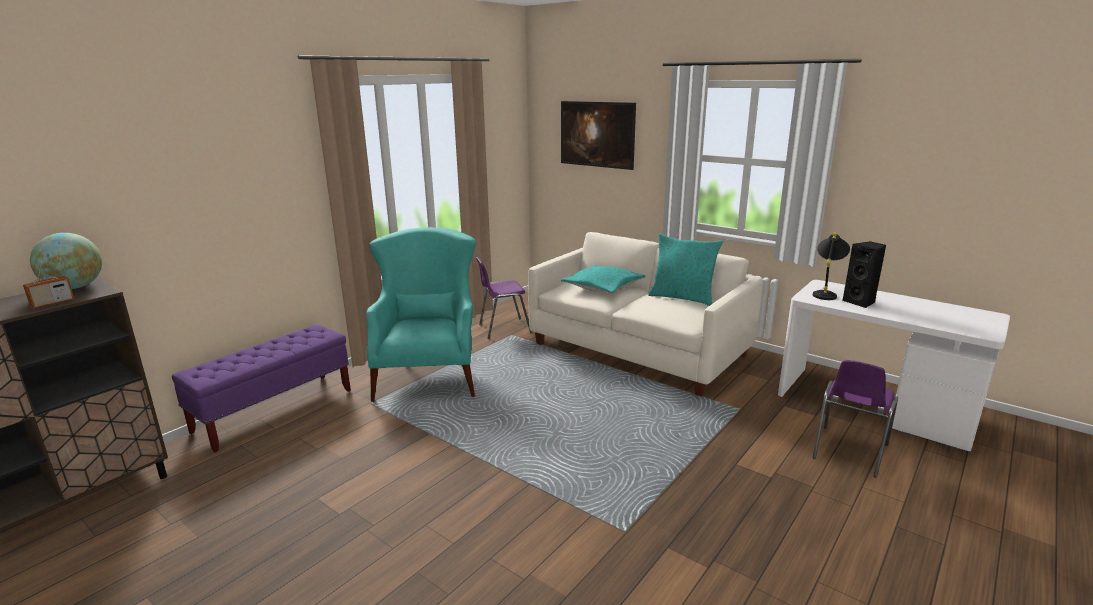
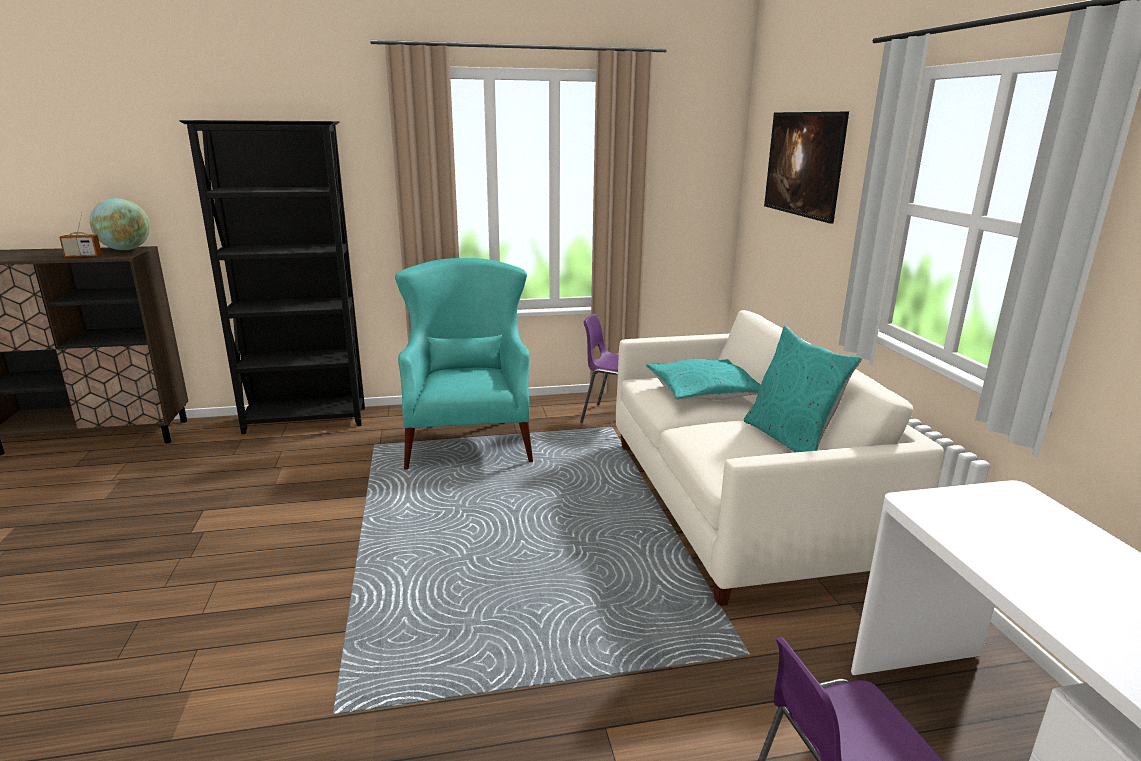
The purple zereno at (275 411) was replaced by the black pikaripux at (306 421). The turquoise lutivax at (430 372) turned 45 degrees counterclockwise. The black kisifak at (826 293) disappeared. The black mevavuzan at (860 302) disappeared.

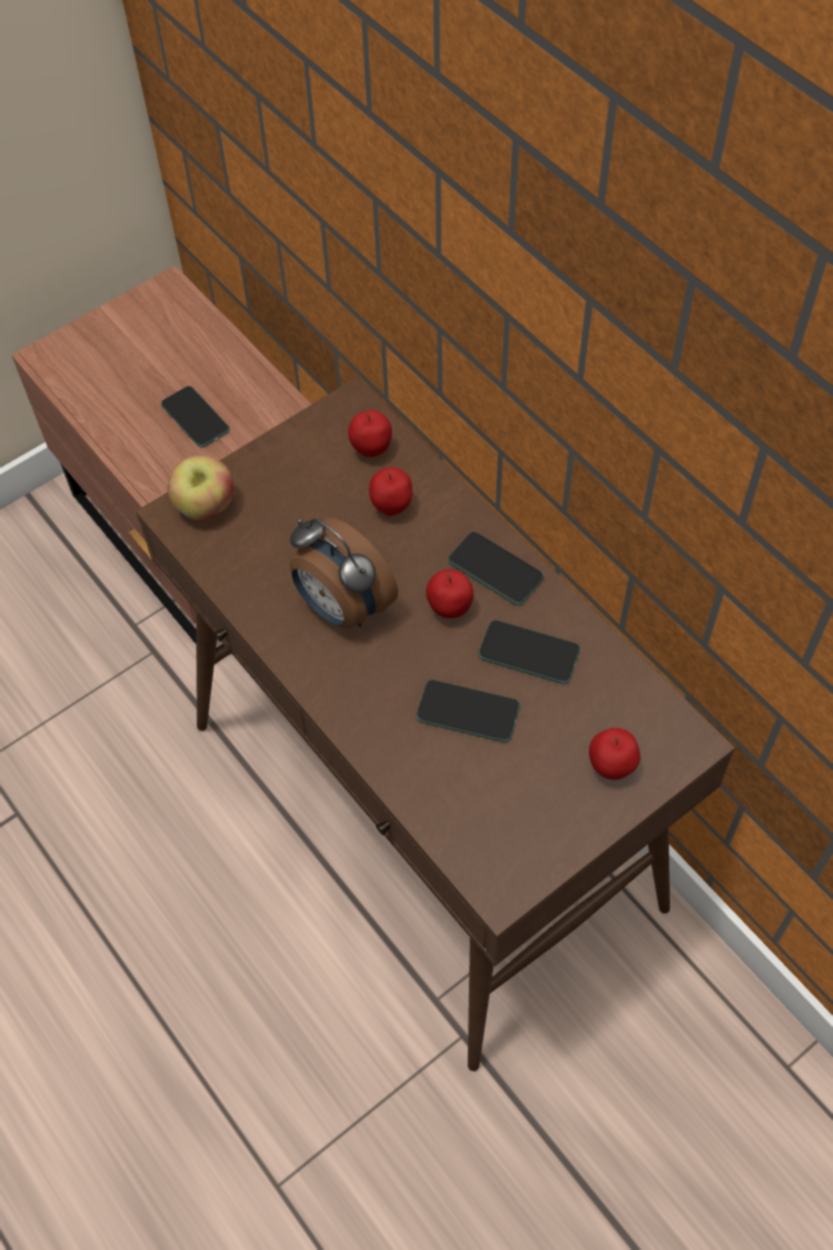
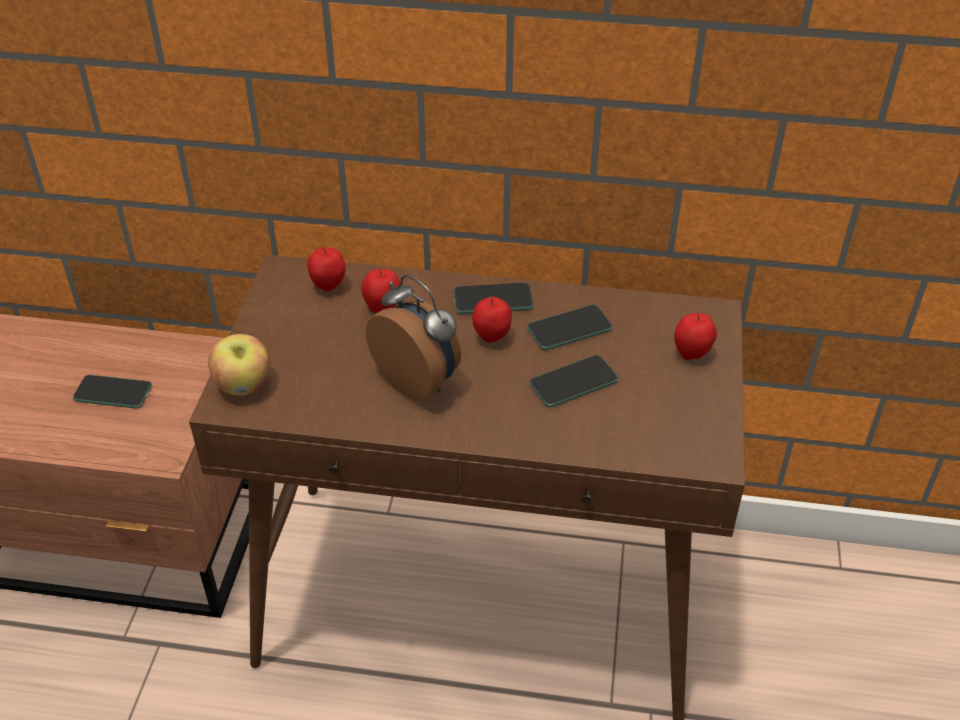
The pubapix at (342 607) turned 135 degrees counterclockwise.

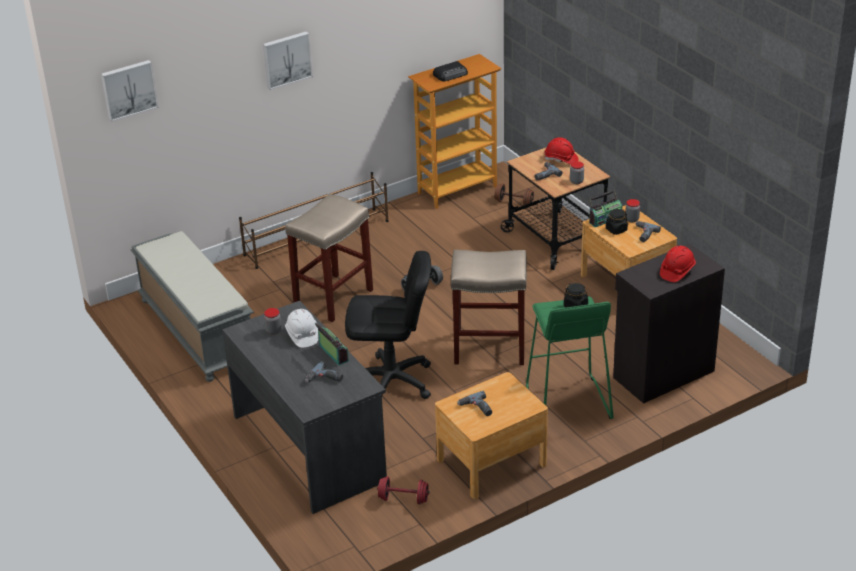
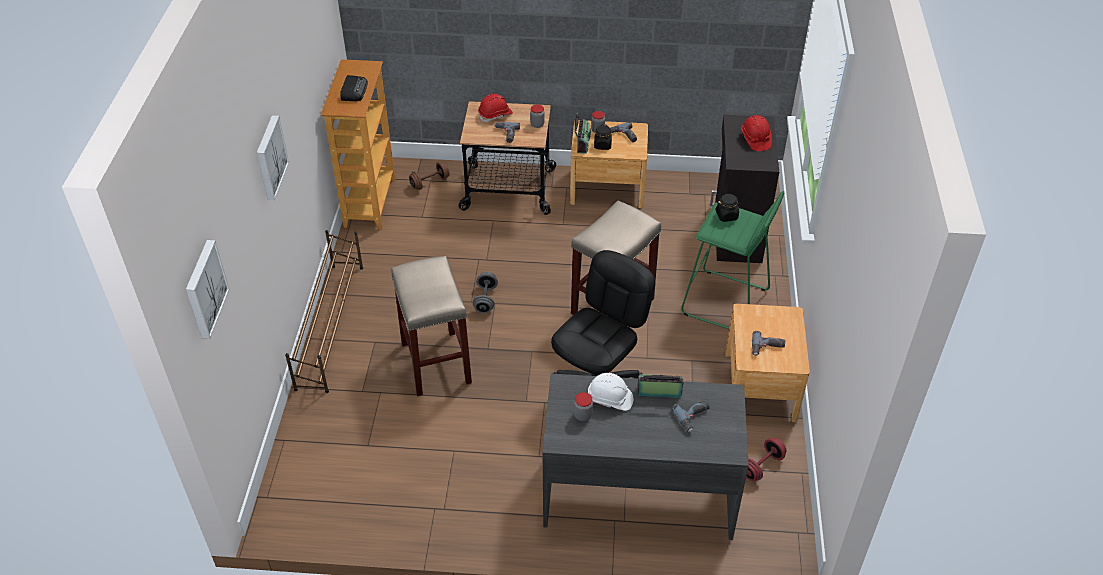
The grey zereno at (196 331) disappeared.

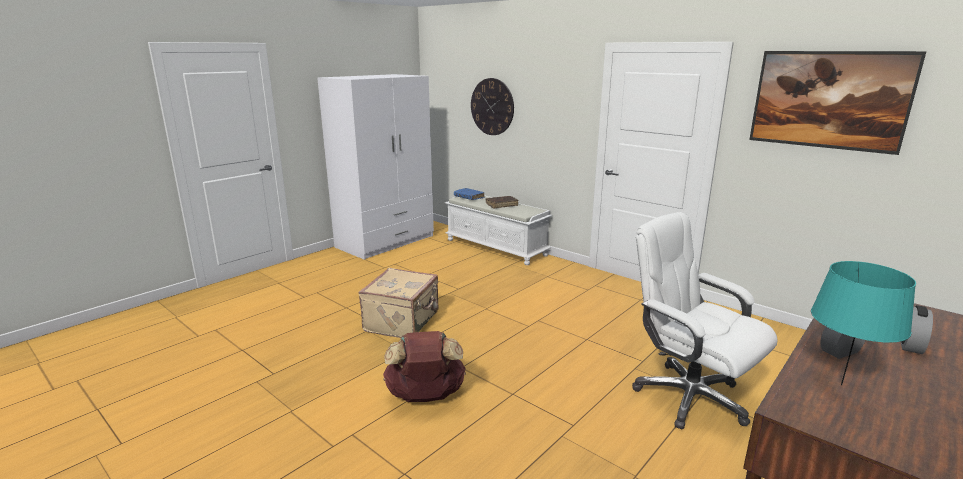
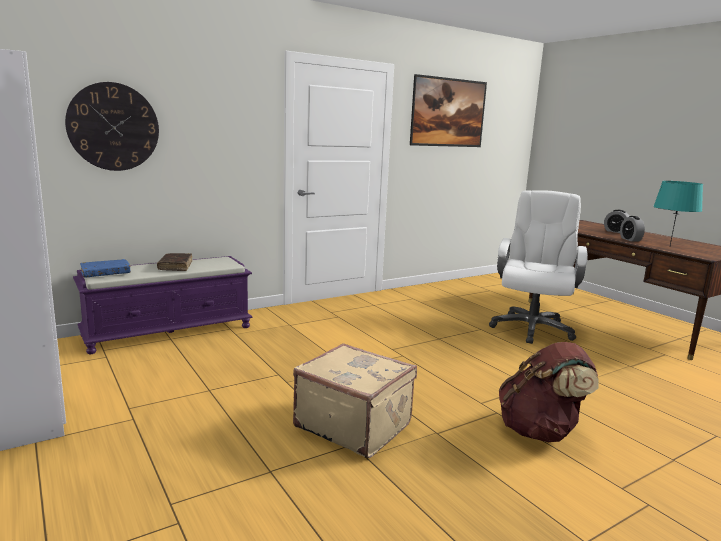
The white zereno at (497 247) became the purple zereno at (169 331). The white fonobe at (689 396) turned 135 degrees clockwise.

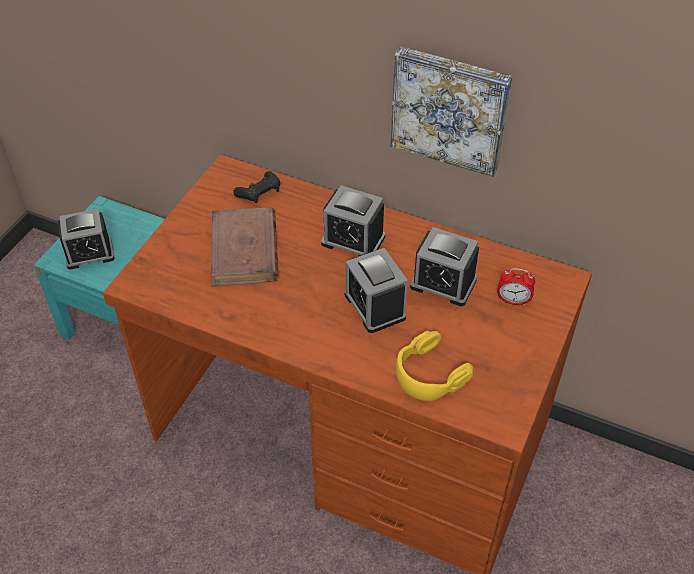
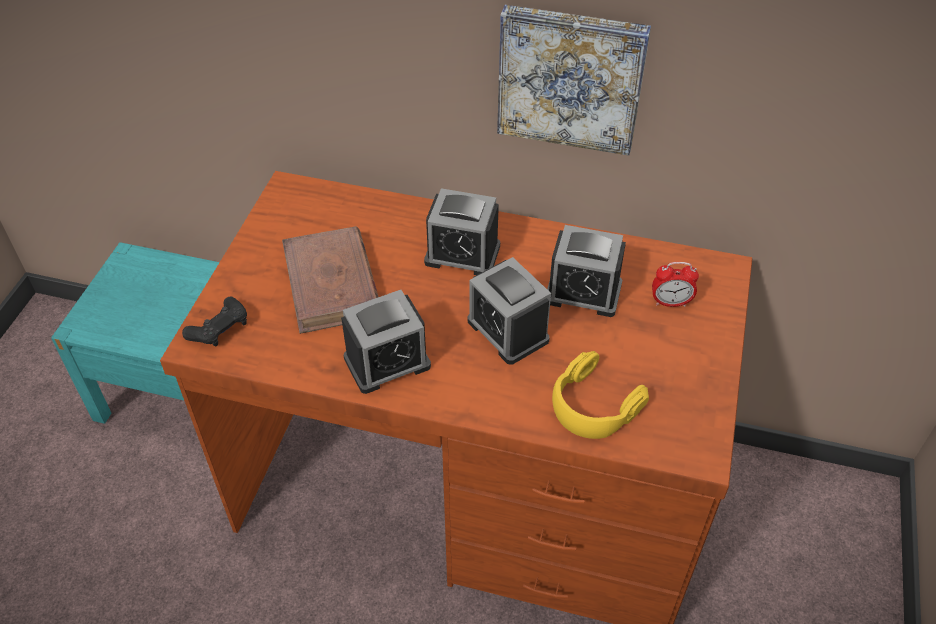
The pubapix moved from (89 253) to (387 362). The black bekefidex moved from (259 192) to (219 329).

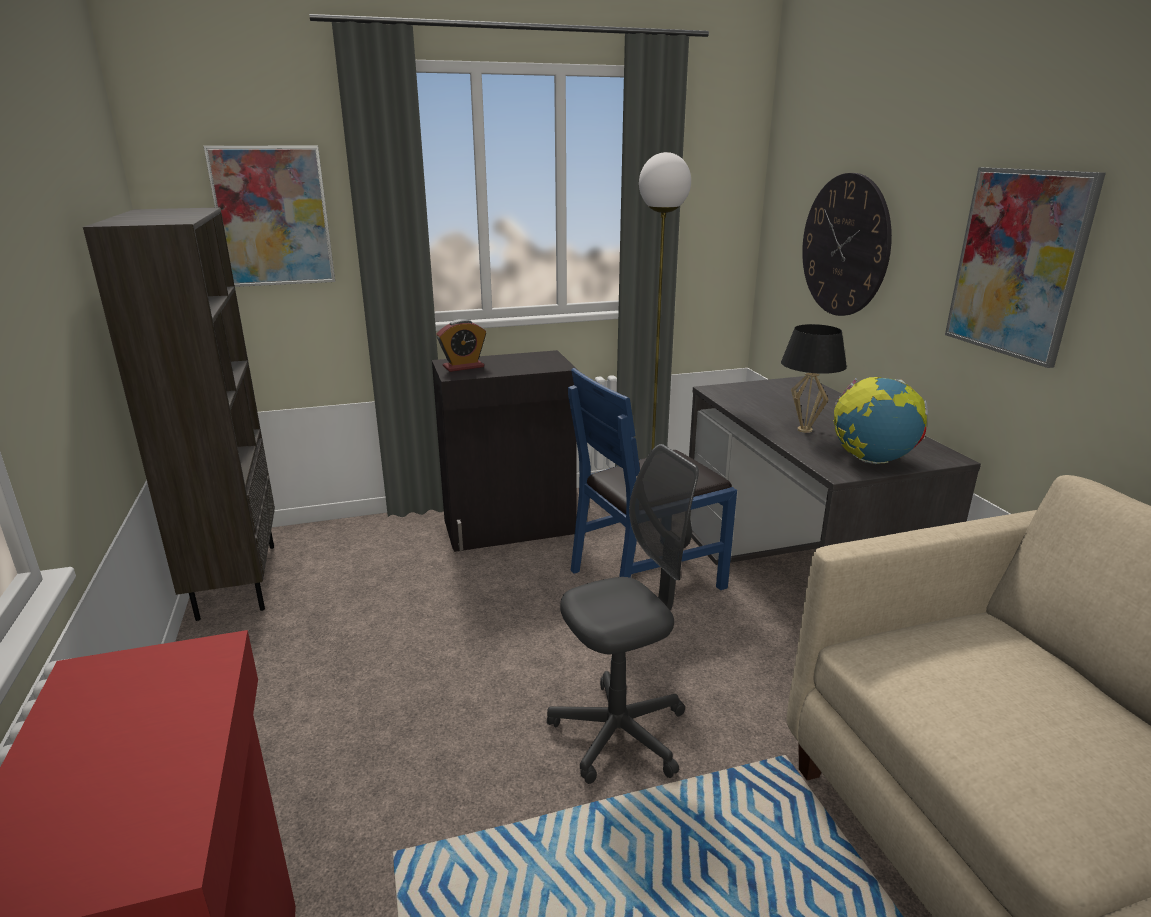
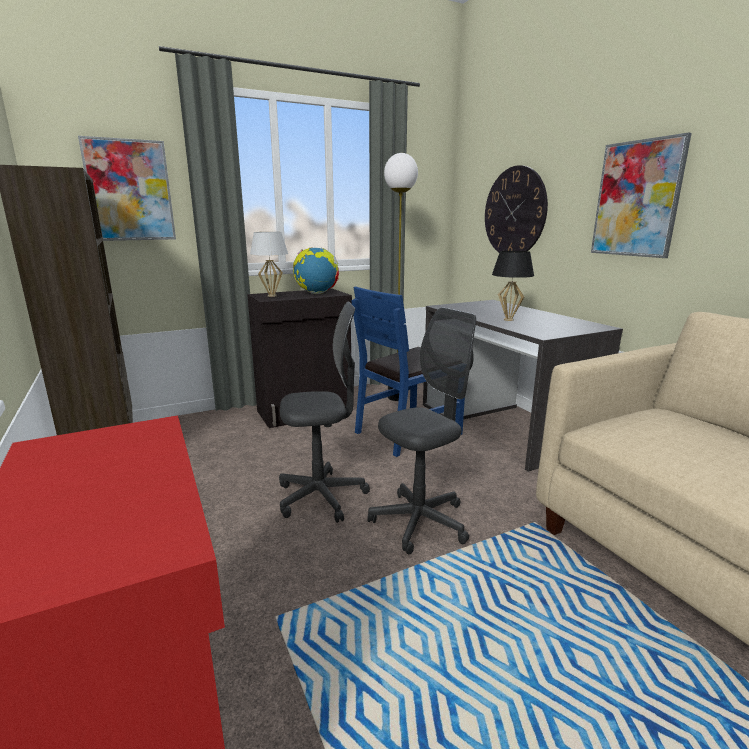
The pubapix at (463 367) was replaced by the white kisifak at (272 296). The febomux moved from (872 460) to (317 293). The grey fonobe at (321 497) appeared.

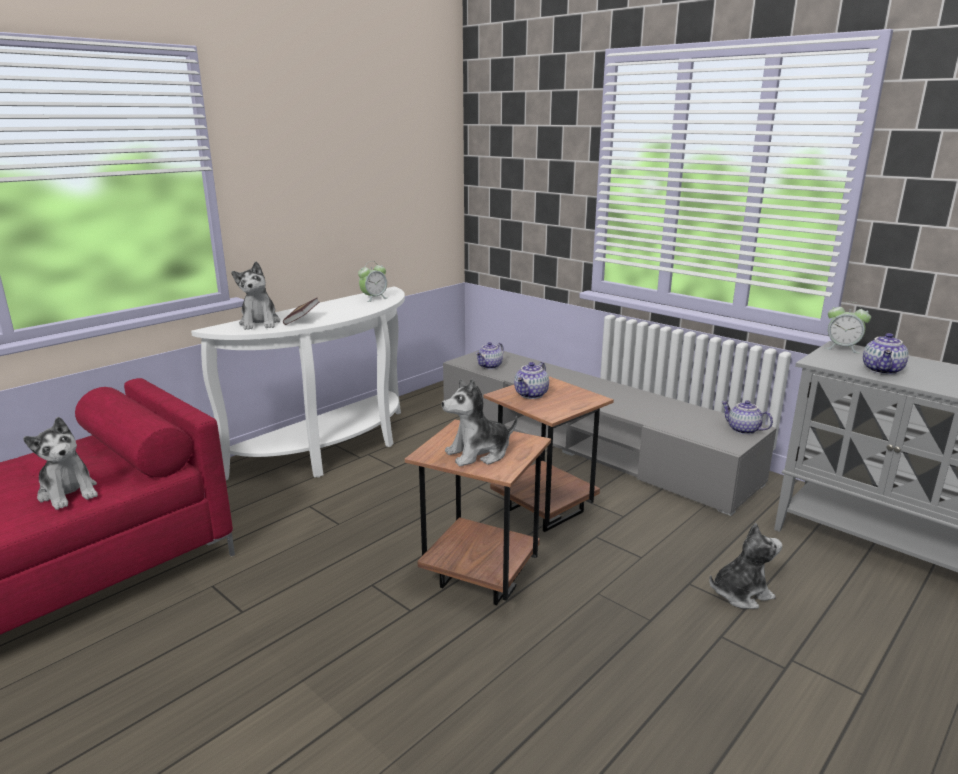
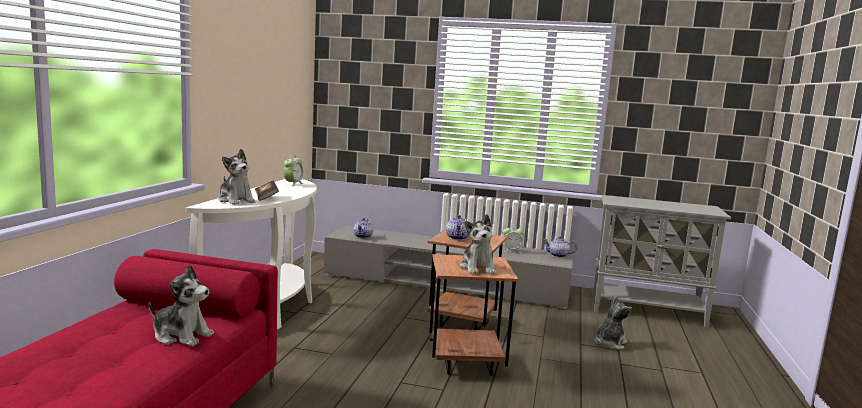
The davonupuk at (478 454) turned 45 degrees counterclockwise. The pubapix moved from (842 348) to (511 251). The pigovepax at (883 370) disappeared.

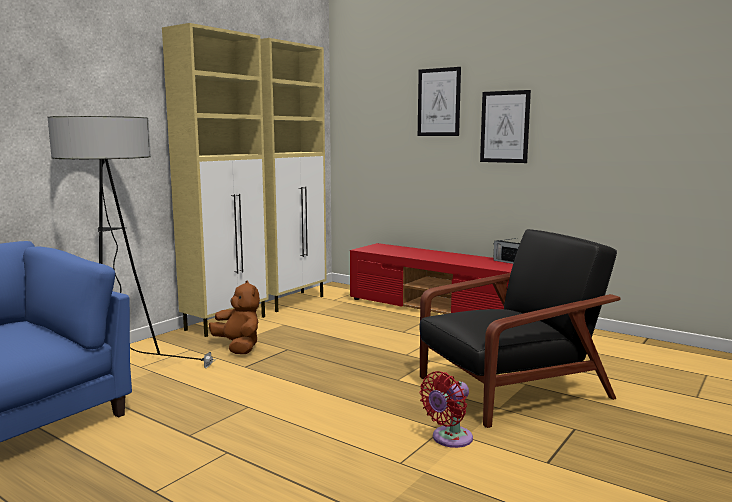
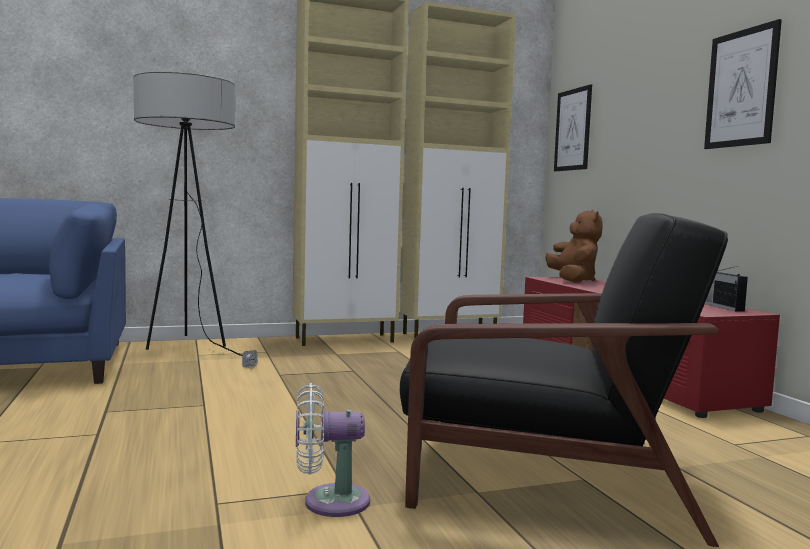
The brown davonupuk moved from (238 347) to (573 280). The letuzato moved from (439 102) to (572 130). The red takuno at (449 439) became the white takuno at (329 501).

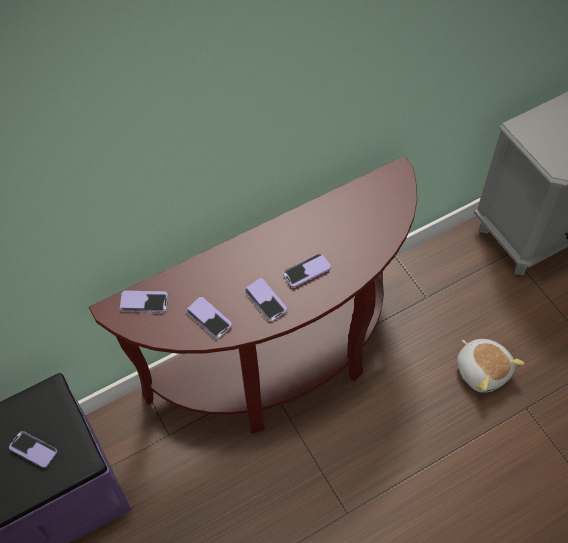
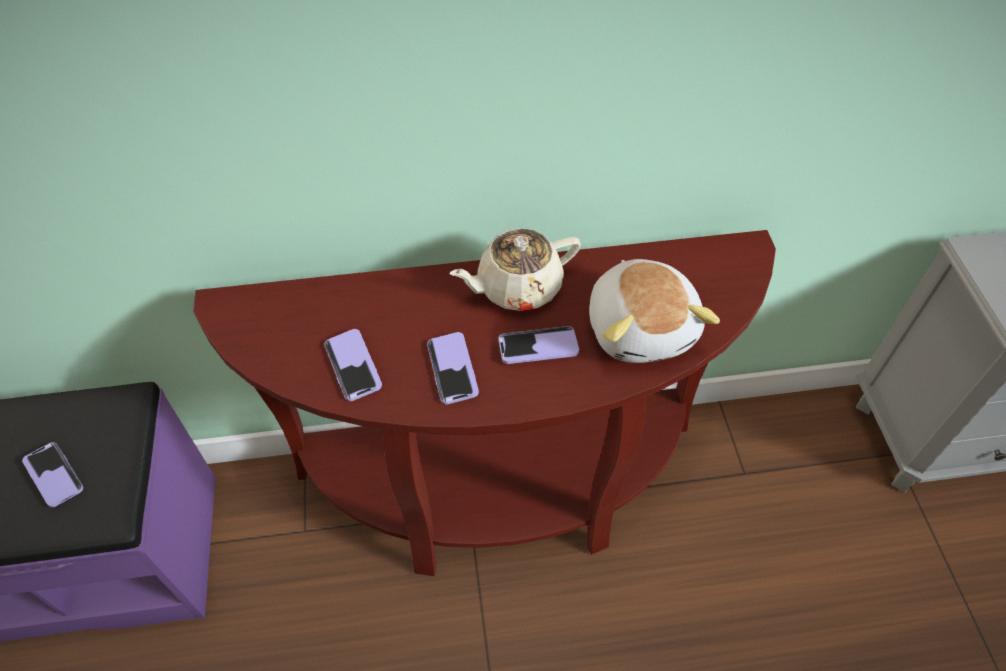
The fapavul at (144 302) disappeared. The davonupuk moved from (483 370) to (641 327). The beige pigovepax at (517 287) appeared.

